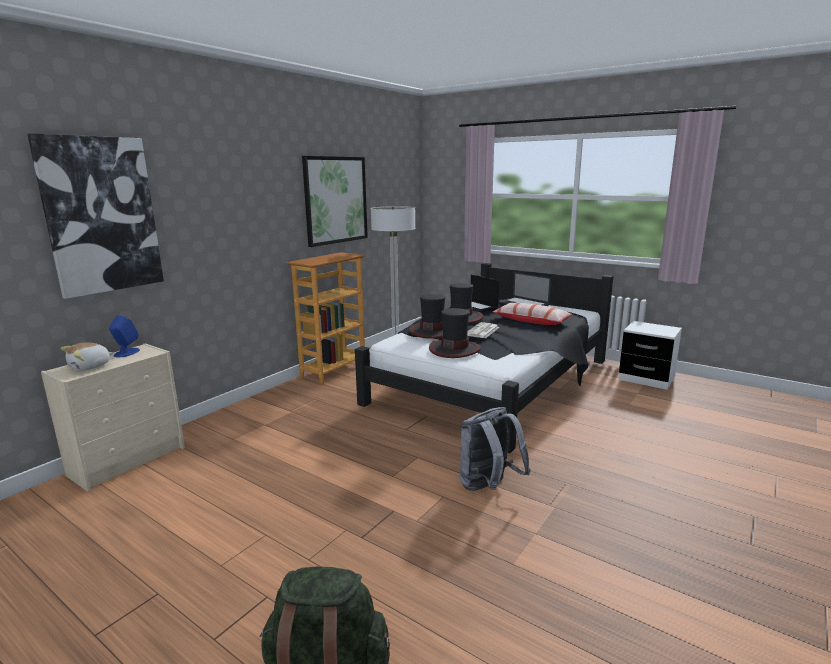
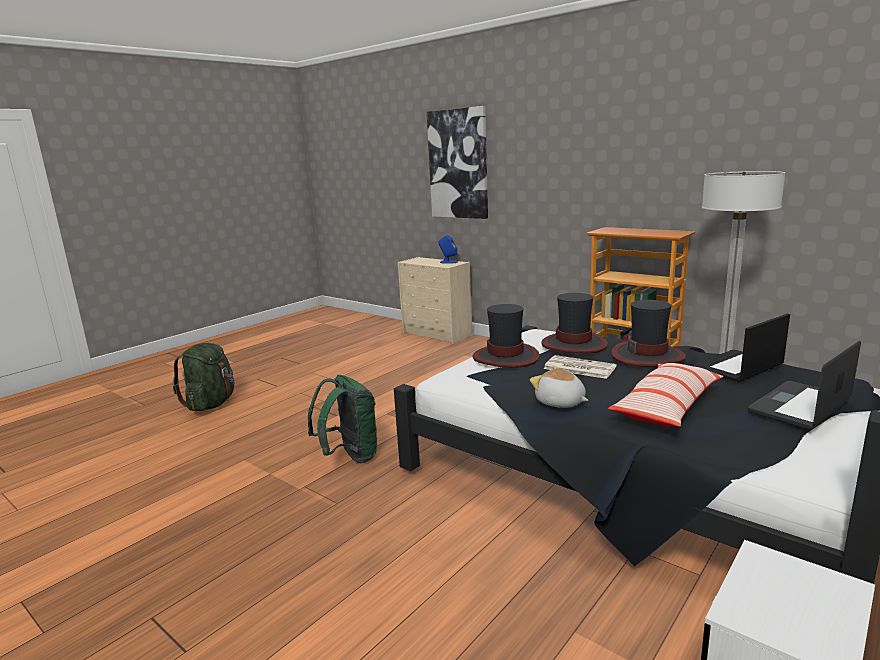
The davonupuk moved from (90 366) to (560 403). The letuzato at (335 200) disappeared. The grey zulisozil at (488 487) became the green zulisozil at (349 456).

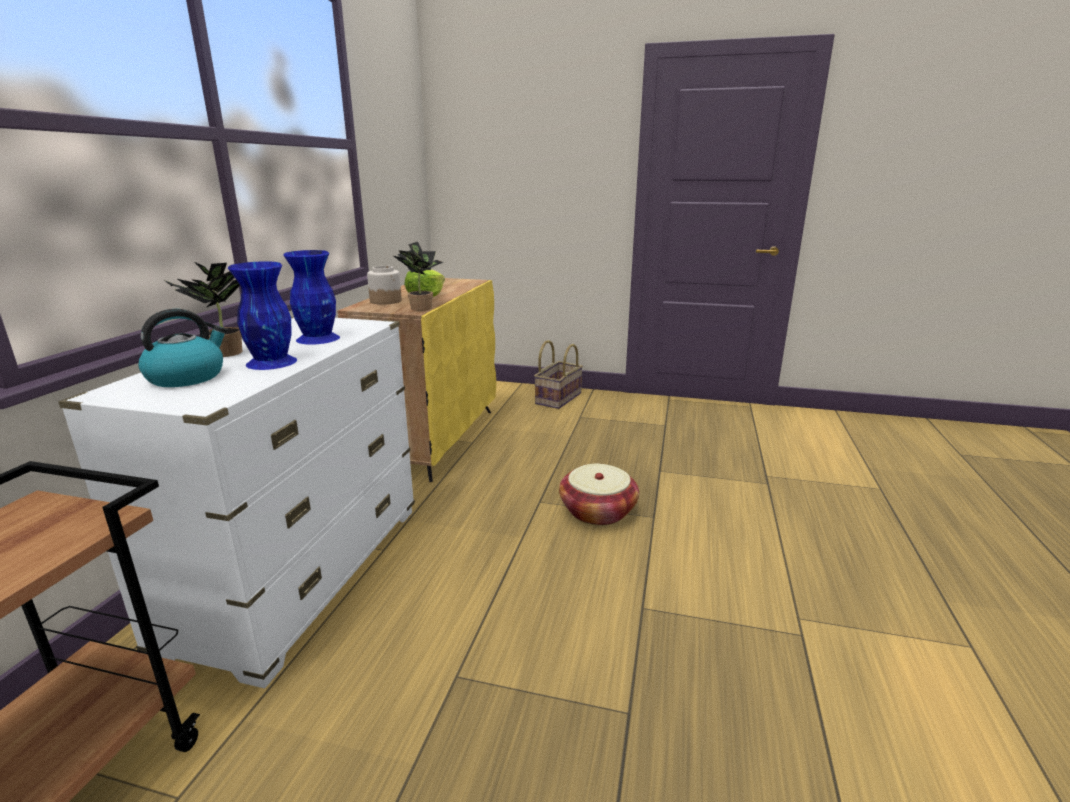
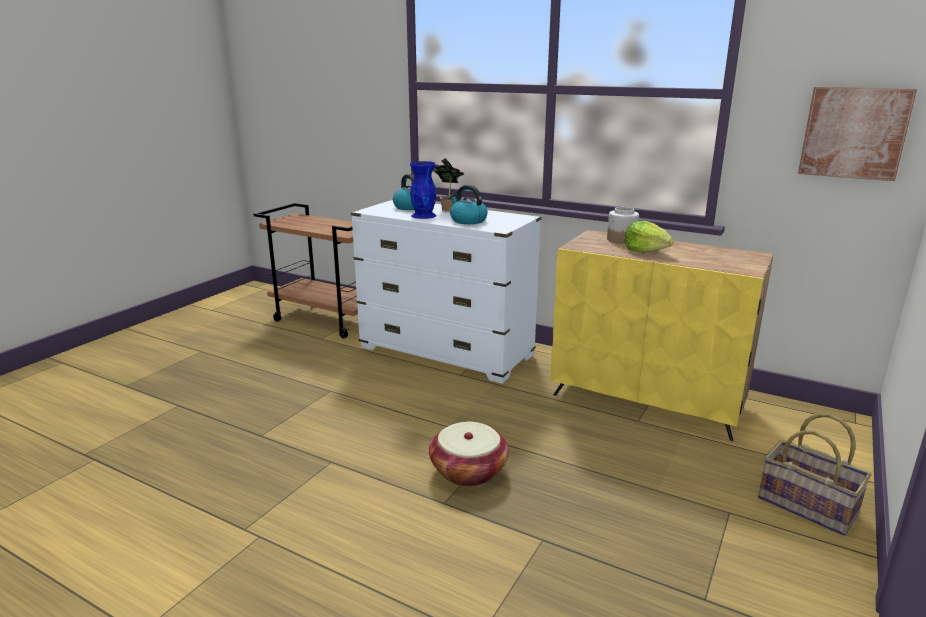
The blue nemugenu at (319 338) was replaced by the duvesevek at (467 220). The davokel at (421 307) disappeared. The letuzato at (854 133) appeared.

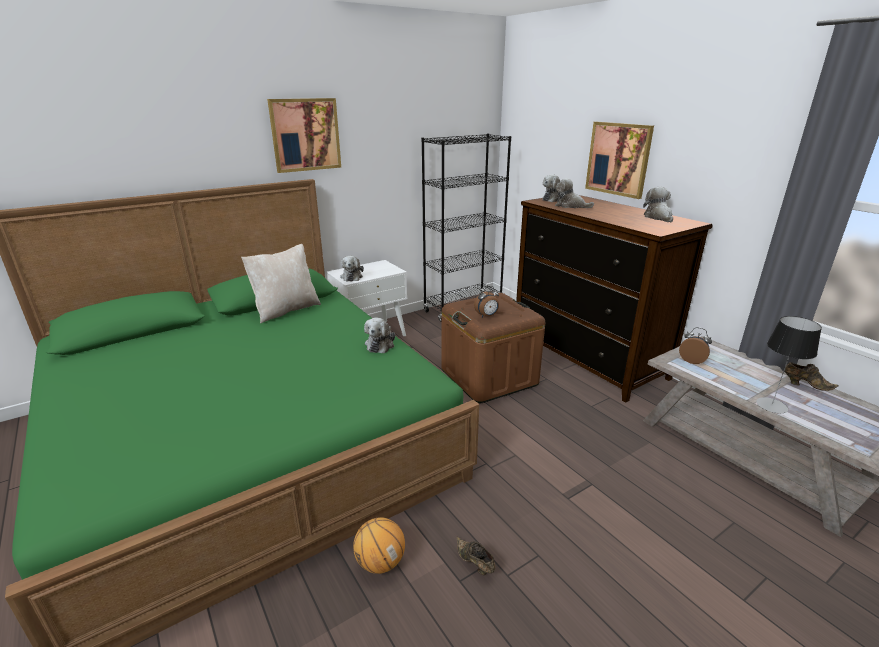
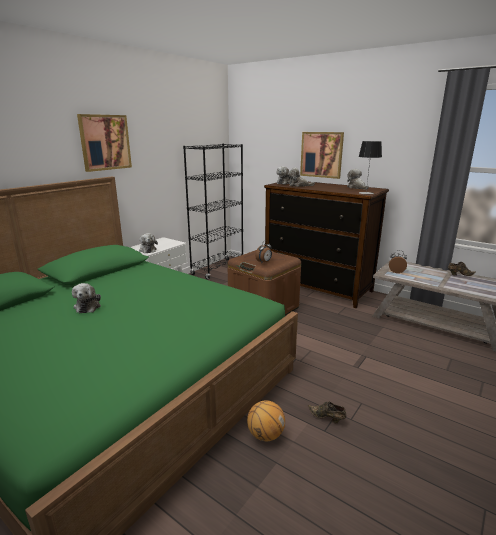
The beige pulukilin at (286 310) disappeared. The davonupuk moved from (380 344) to (88 306). The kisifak moved from (771 405) to (366 193).

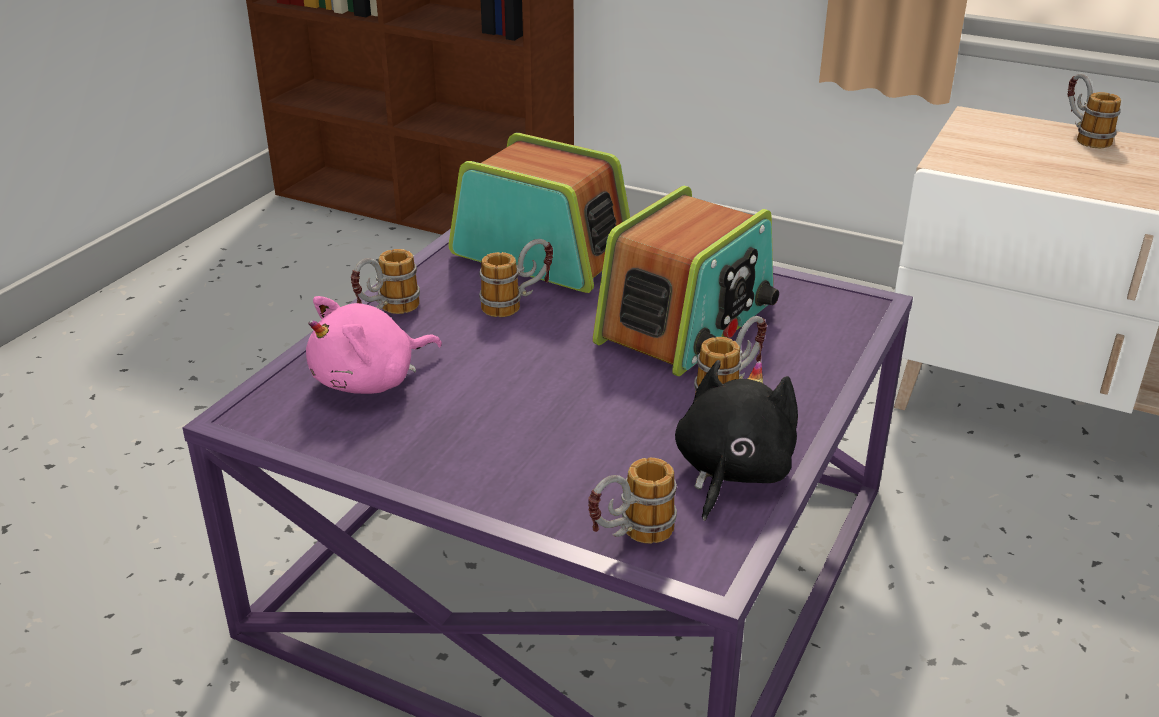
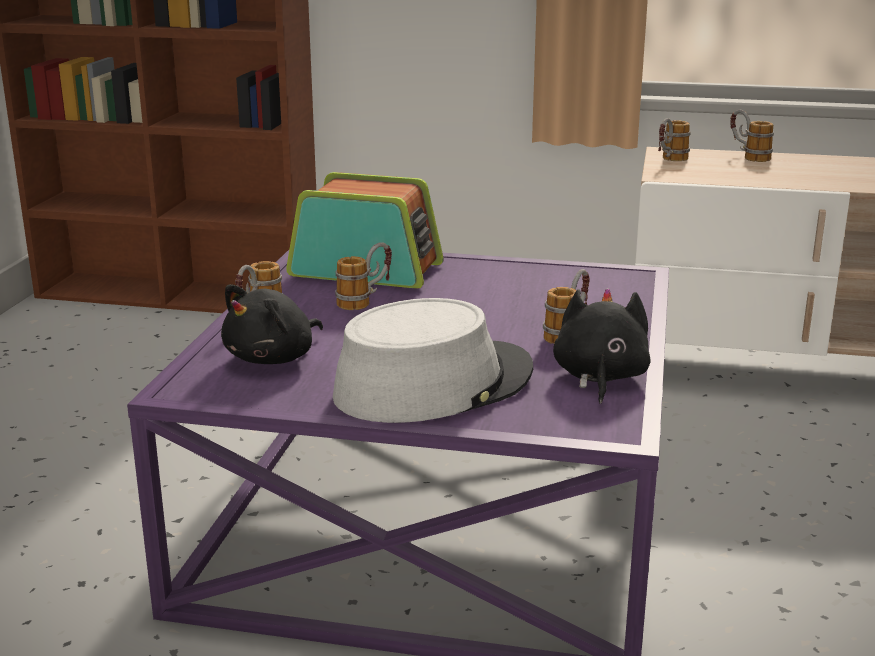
The pink davonupuk at (370 381) became the black davonupuk at (274 358). The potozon moved from (630 537) to (669 160). The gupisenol at (687 323) disappeared. The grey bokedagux at (433 384) appeared.

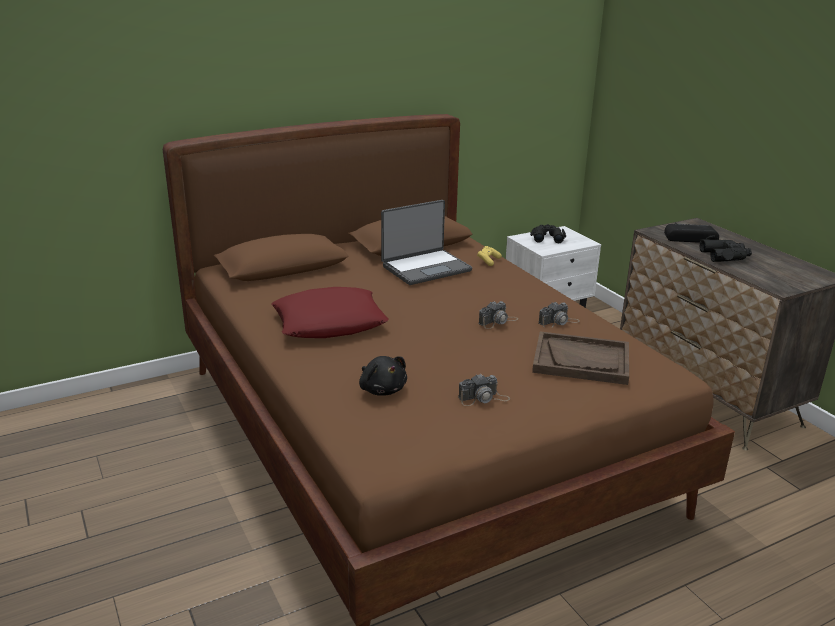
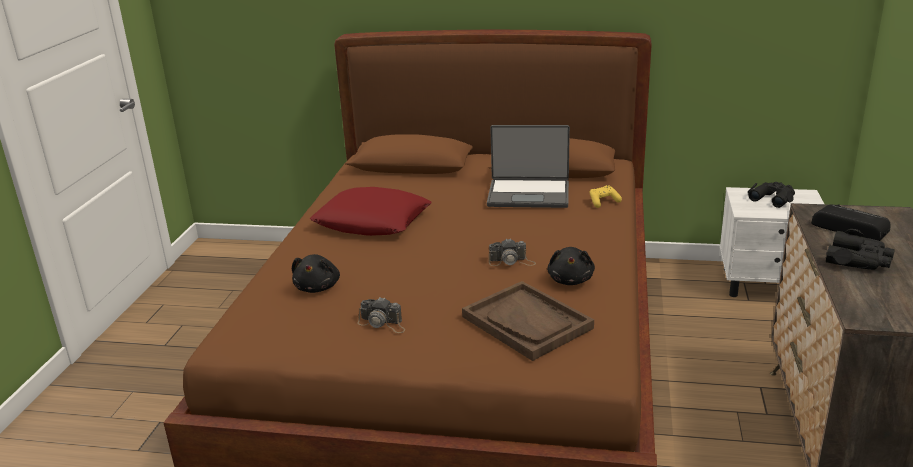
The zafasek at (558 322) was replaced by the black davonupuk at (570 280).

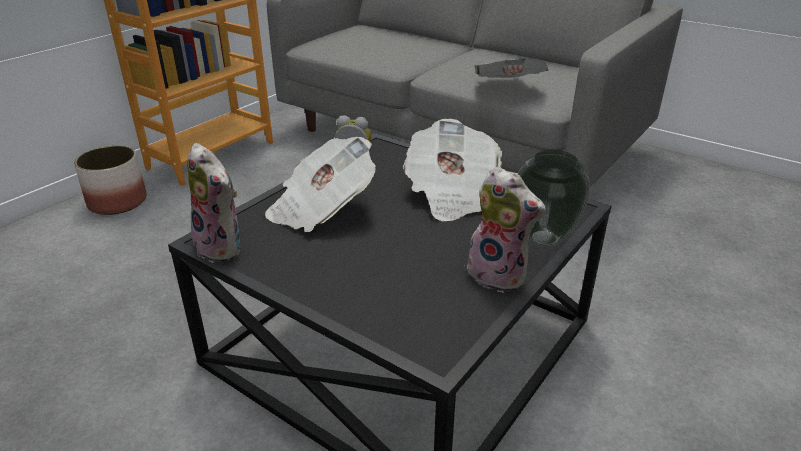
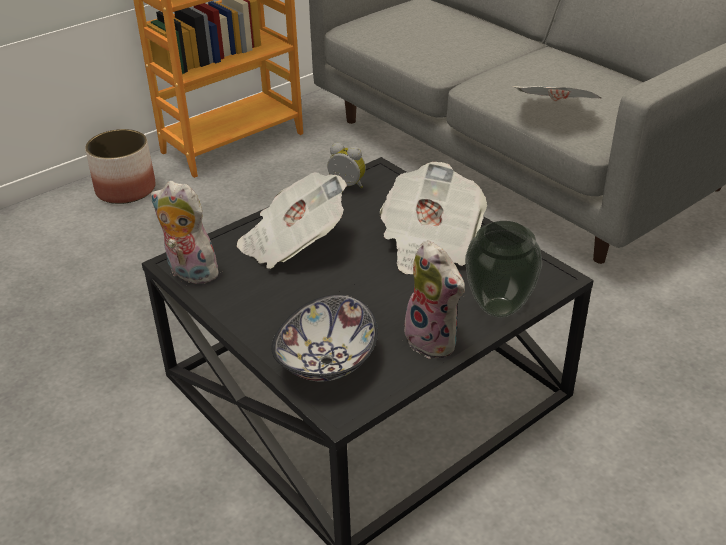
The davonupuk at (223 247) turned 150 degrees clockwise. The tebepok at (327 362) appeared.

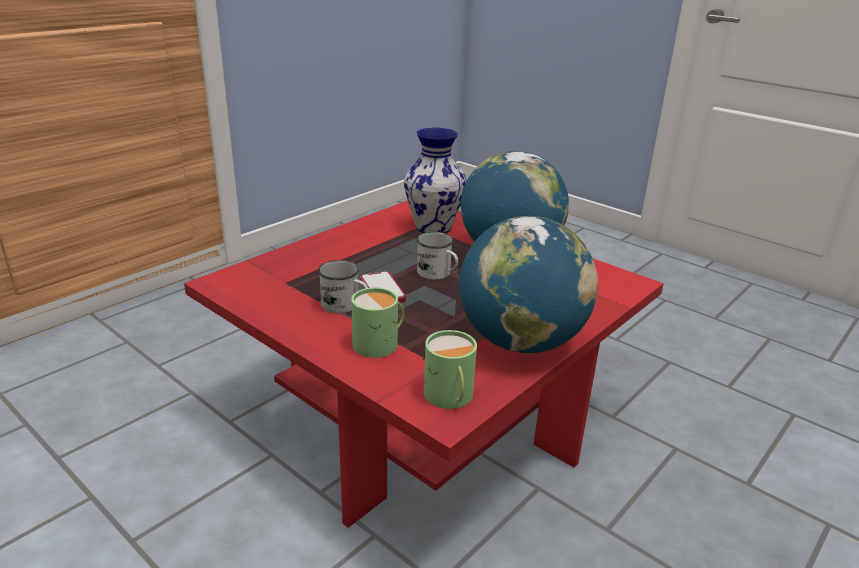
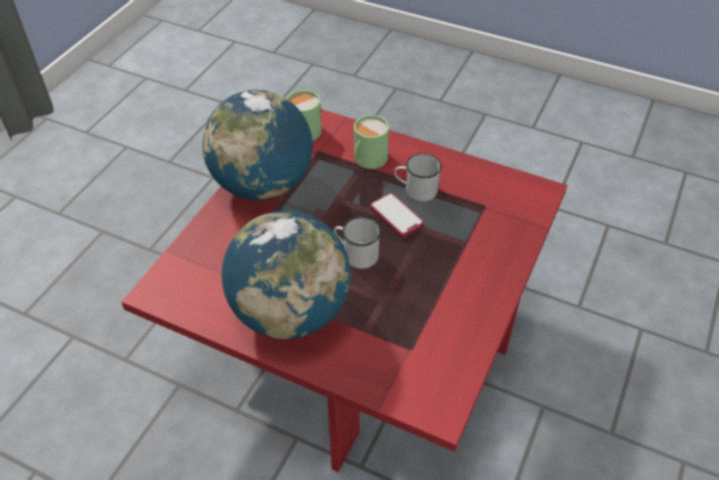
The nemugenu at (434 227) disappeared.

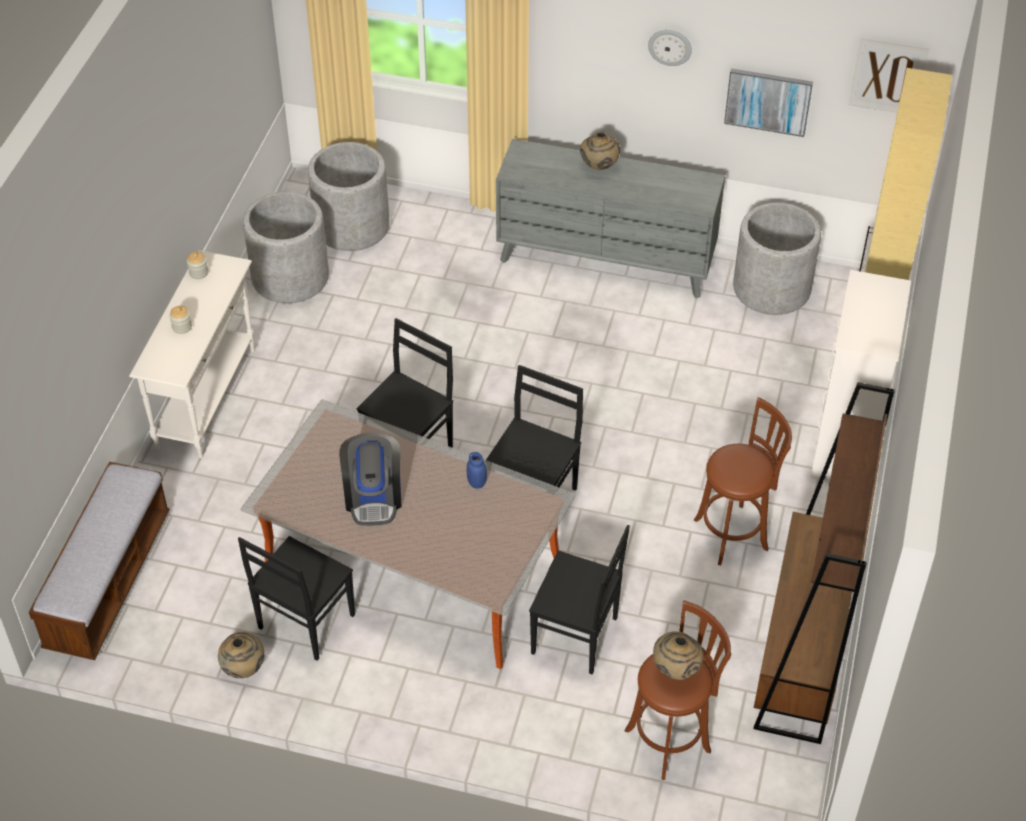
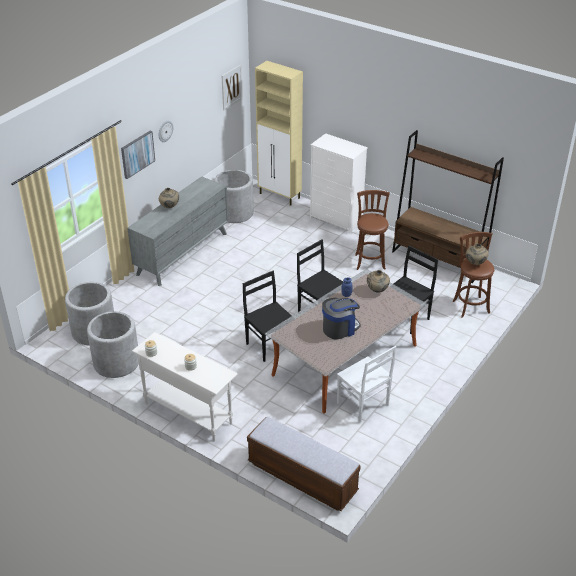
The beige nemugenu moved from (244 669) to (377 290). The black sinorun at (304 623) became the white sinorun at (363 405). The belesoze at (373 497) turned 45 degrees counterclockwise. The letuzato moved from (768 101) to (137 154).

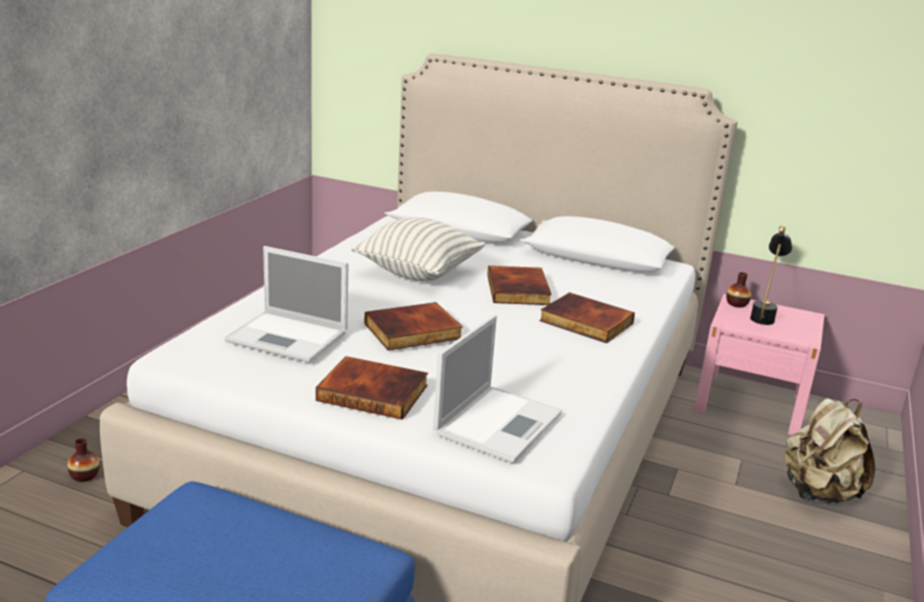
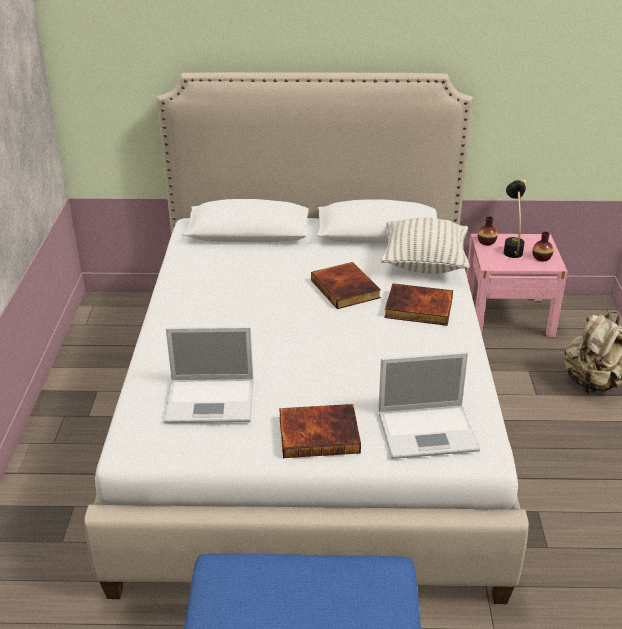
The nemugenu moved from (84 476) to (541 258). The pulukilin moved from (418 273) to (424 264). The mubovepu at (412 332) disappeared. The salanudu at (499 422) turned 75 degrees clockwise.

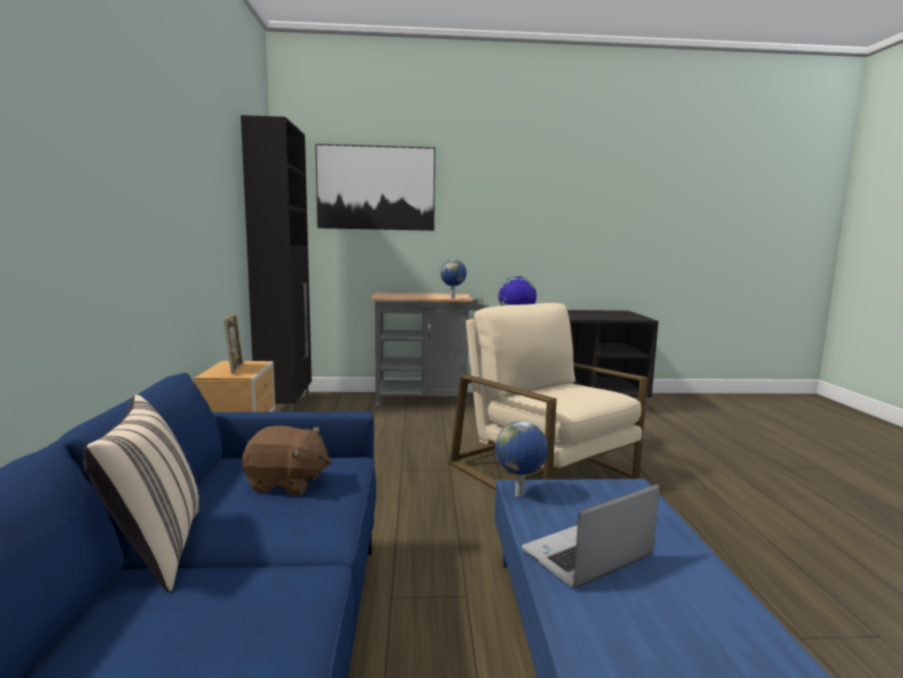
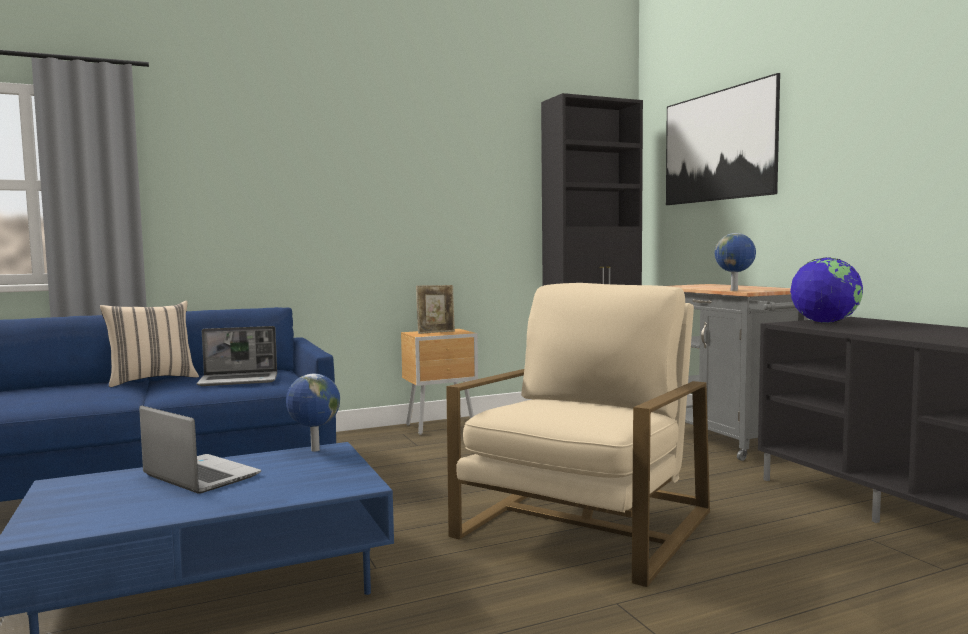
The brown davonupuk at (286 483) was replaced by the salanudu at (240 380).

